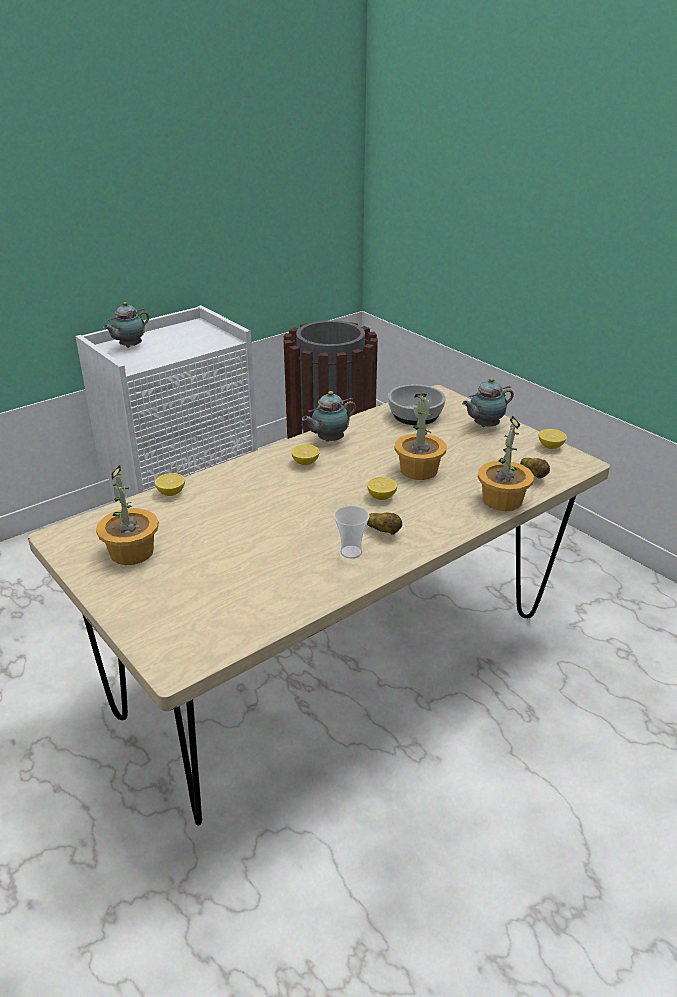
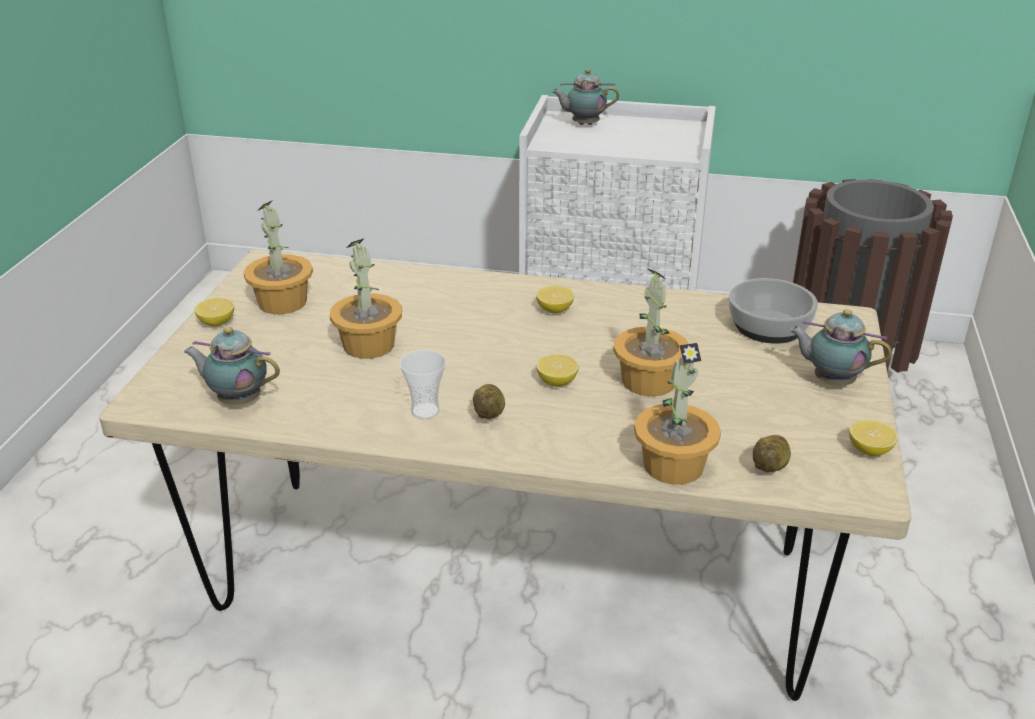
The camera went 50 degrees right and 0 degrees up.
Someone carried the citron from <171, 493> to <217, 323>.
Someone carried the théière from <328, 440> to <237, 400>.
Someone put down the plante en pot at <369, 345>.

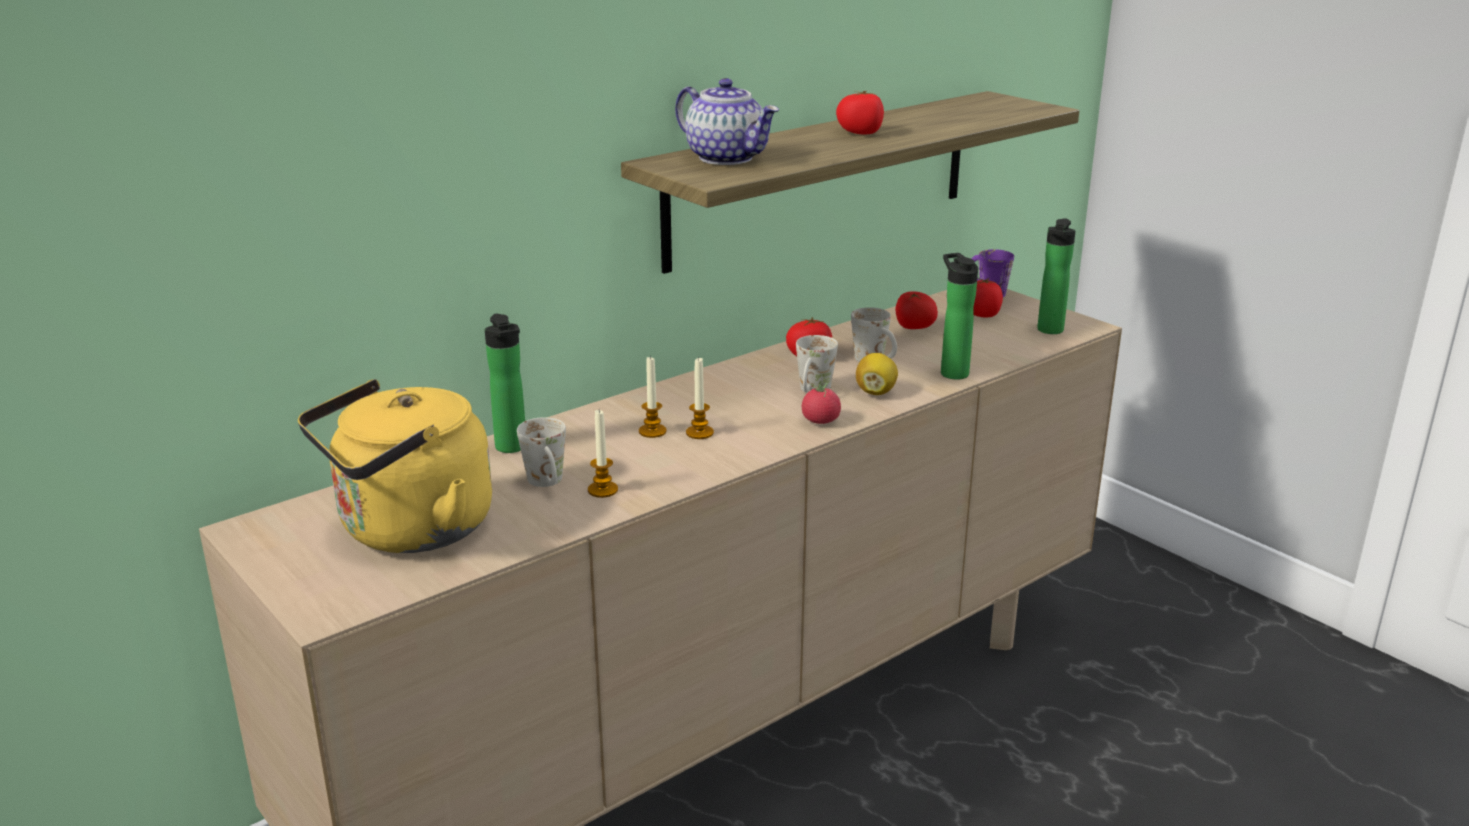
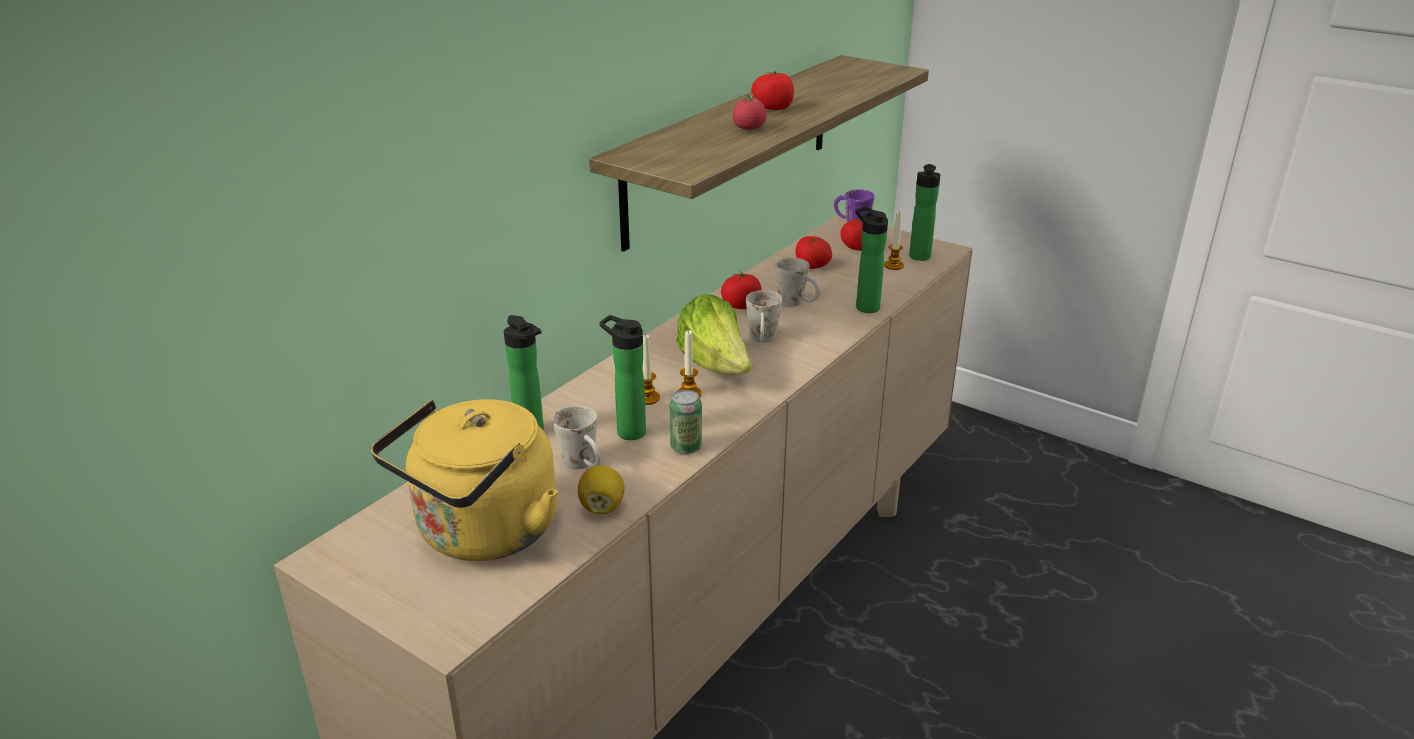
The camera went 15 degrees left and 5 degrees up.
Someone carried the bougie from <602, 490> to <893, 265>.
Someone took away the théière at <727, 158>.
Someone carried the tomate from <820, 421> to <749, 128>.
Someone carried the citron from <875, 392> to <602, 507>.
Someone put down the bouteille at <627, 431>.
Someone put down the boîte métallique at <686, 447>.
Someone put down the laitue at <716, 367>.

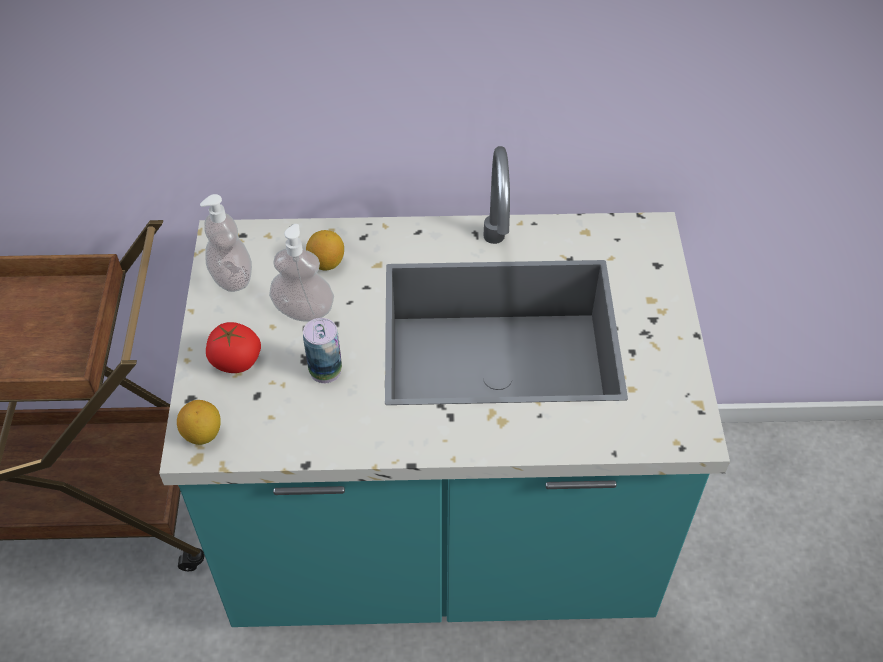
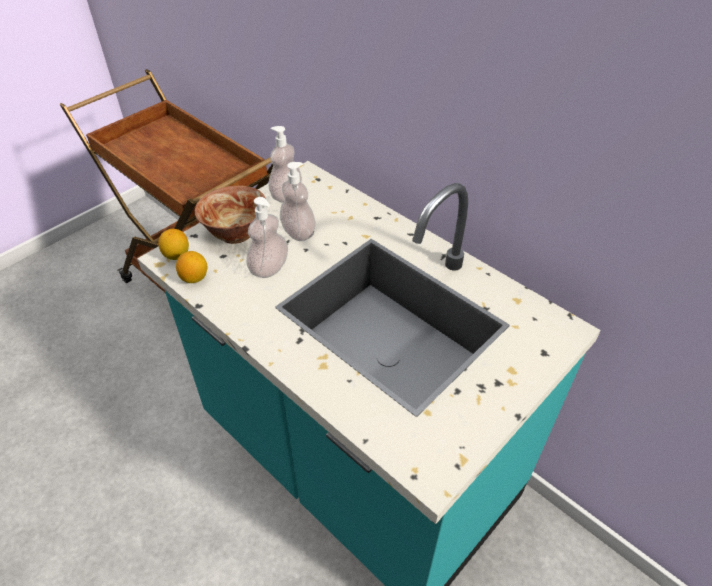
The camera went 45 degrees right and 5 degrees down.
Someone swapped the tomate at <236, 361> for the bol at <236, 233>.
Someone swapped the boîte métallique at <325, 370> for the distributeur de savon at <269, 268>.
Someone carried the citron from <326, 263> to <194, 278>.

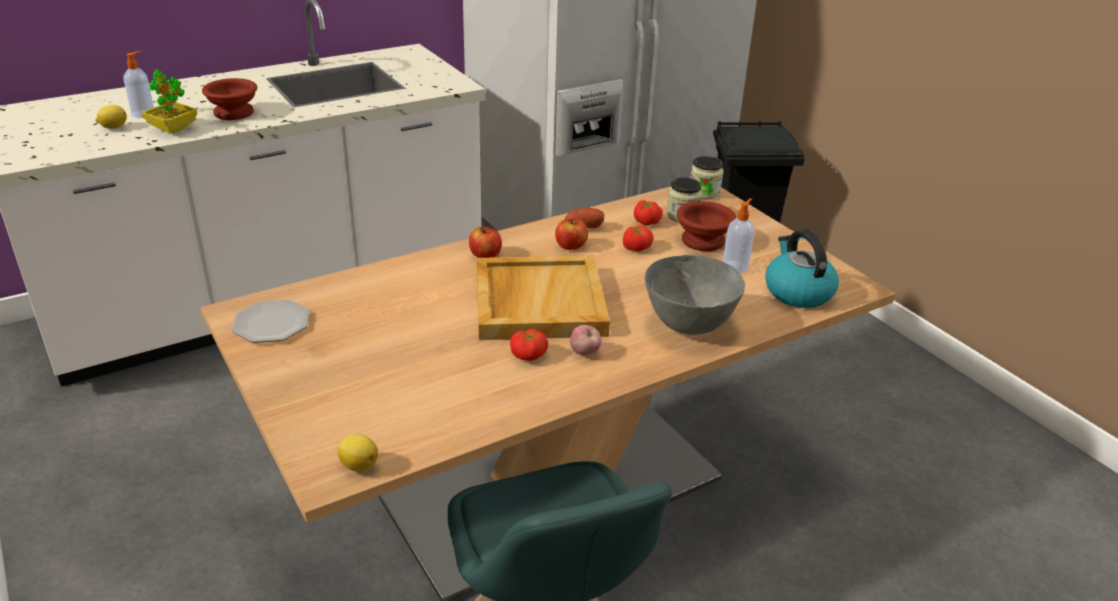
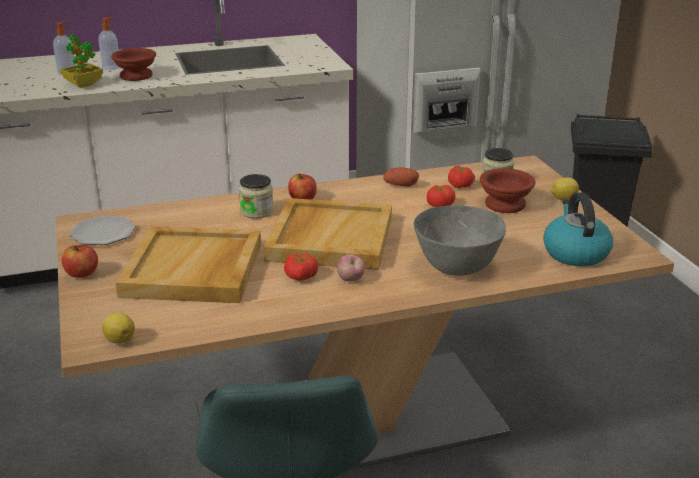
The camera went 15 degrees right and 5 degrees down.
Someone carried the citron from <113, 127> to <563, 199>.
Someone carried the pomme from <570, 246> to <82, 273>.
Someone carried the bocal from <704, 192> to <256, 211>.
Someone carried the distributeur de savon from <735, 266> to <112, 67>.
Someone put down the plateau [beige] at <194, 270>.

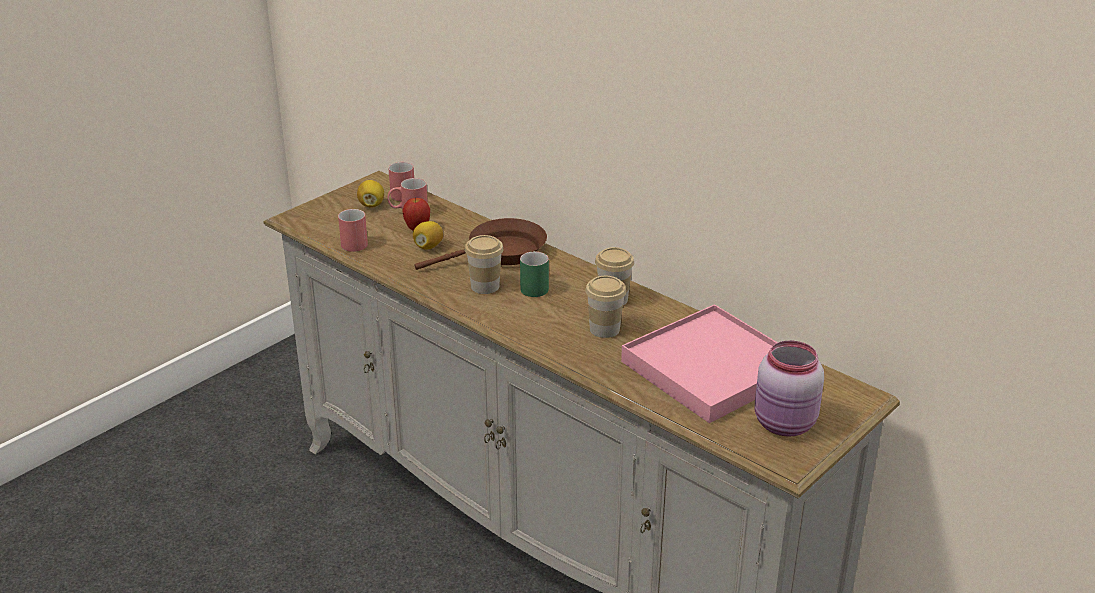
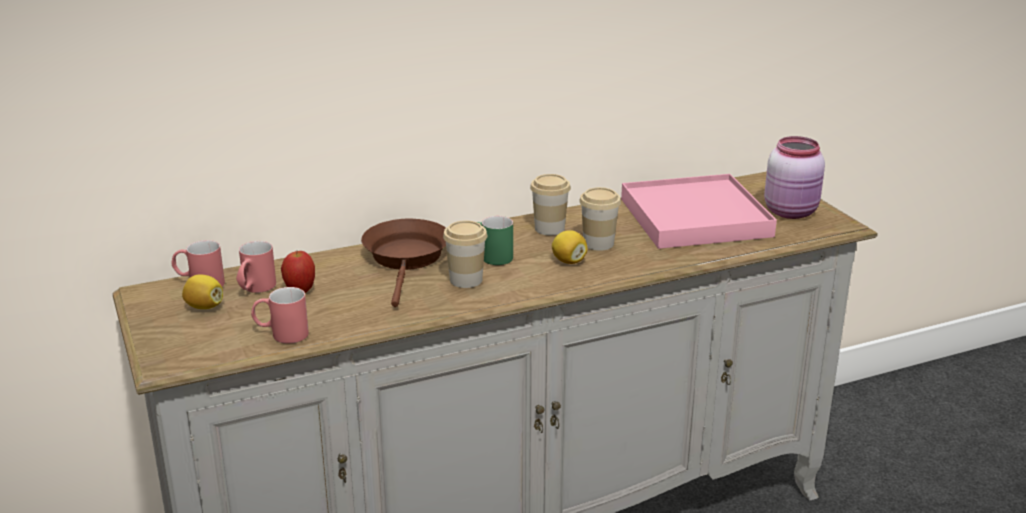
The camera went 65 degrees left and 5 degrees down.
Someone carried the citron from <428, 246> to <568, 261>.

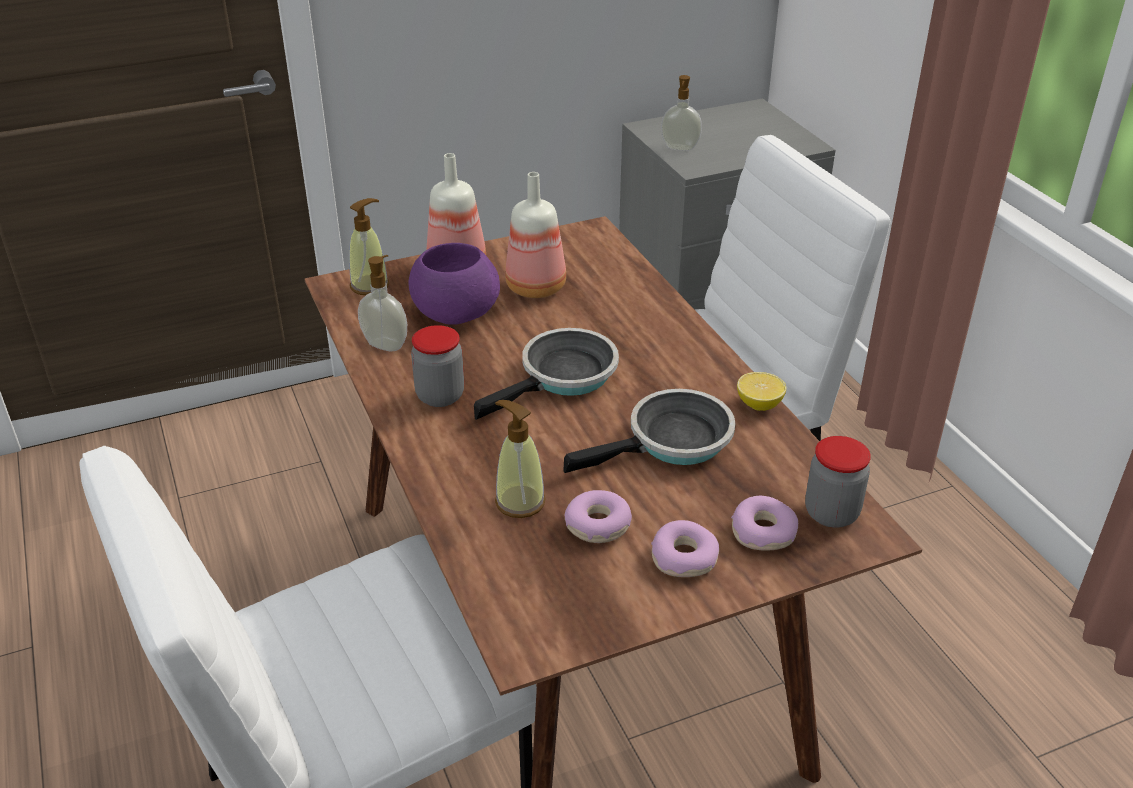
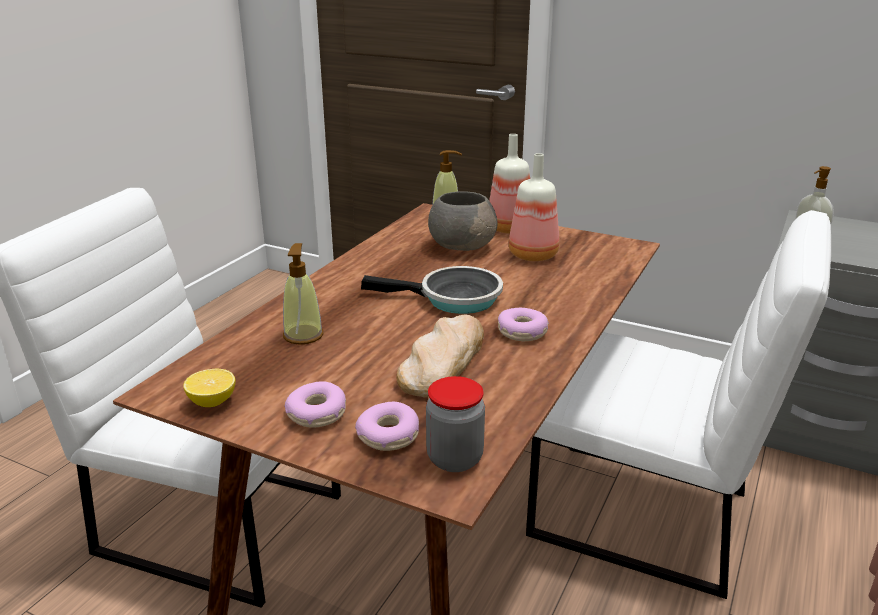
The camera went 50 degrees right and 10 degrees down.
Someone took away the distributeur de savon at <386, 344>.
Someone repainted the bol [violet] at <454, 313>, which became the bol [gris] at <461, 246>.
Someone took away the bocal at <440, 396>.
Someone swapped the poêle at <672, 442> for the pain at <443, 360>.
Someone carried the beignet from <598, 525> to <522, 332>.
Someone carried the citron from <759, 404> to <212, 401>.

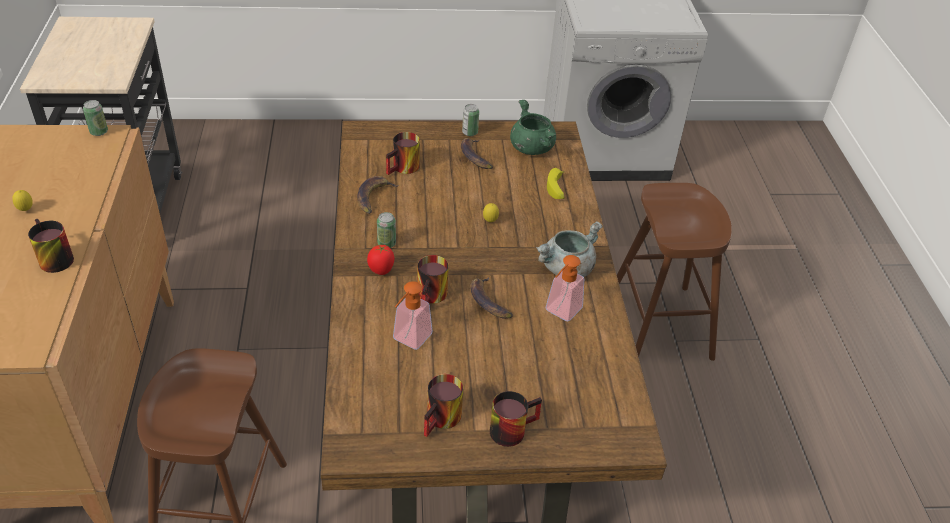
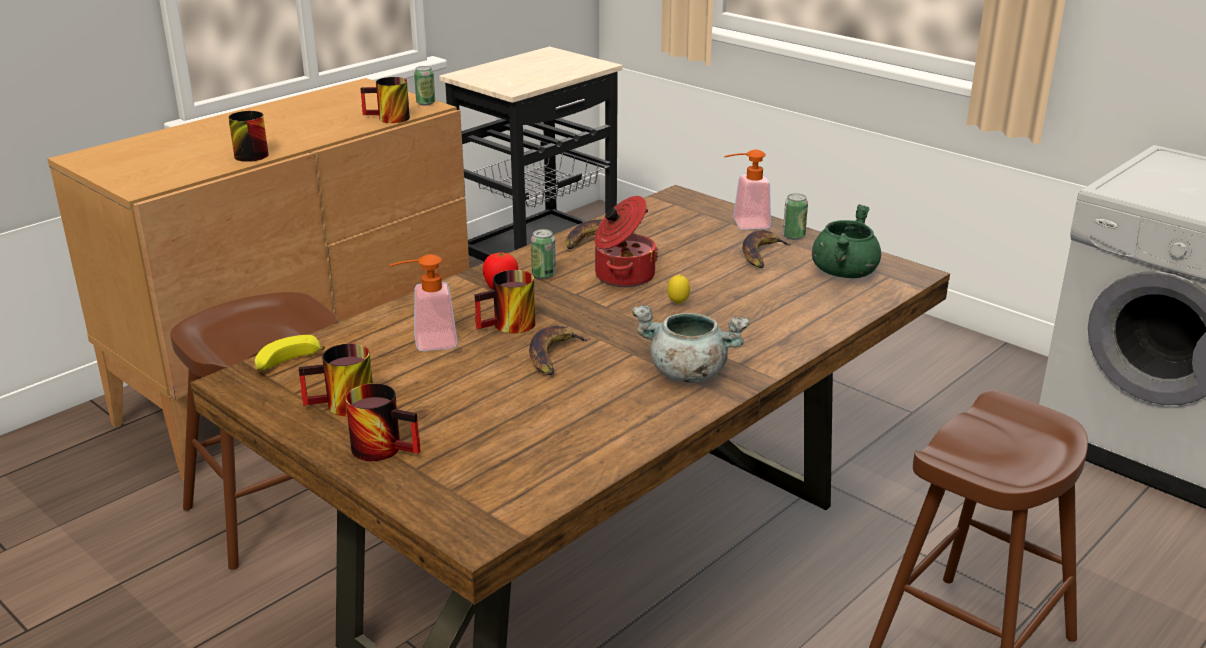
The camera went 50 degrees right and 15 degrees down.
Someone took away the citron at <26, 210>.
Someone carried the mug from <404, 169> to <388, 119>.
Someone carried the distributeur de savon from <560, 312> to <744, 224>.
Someone carried the banane from <557, 189> to <287, 363>.
Someone put down the marmite at <623, 276>.

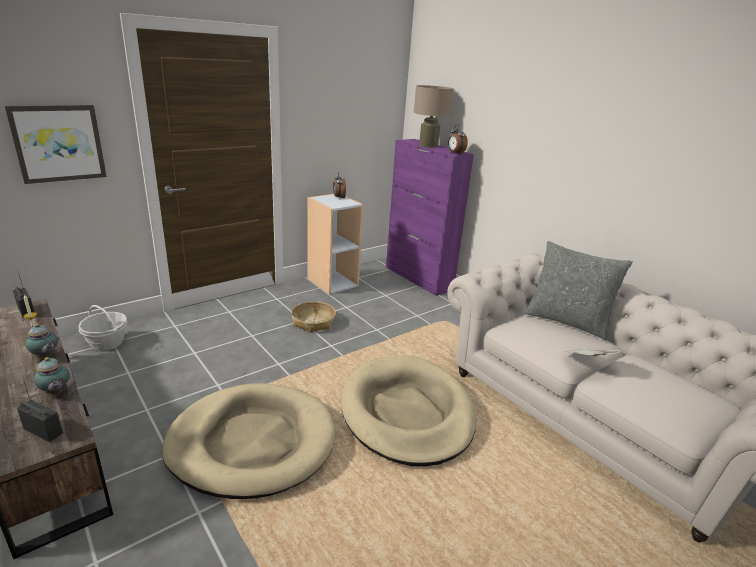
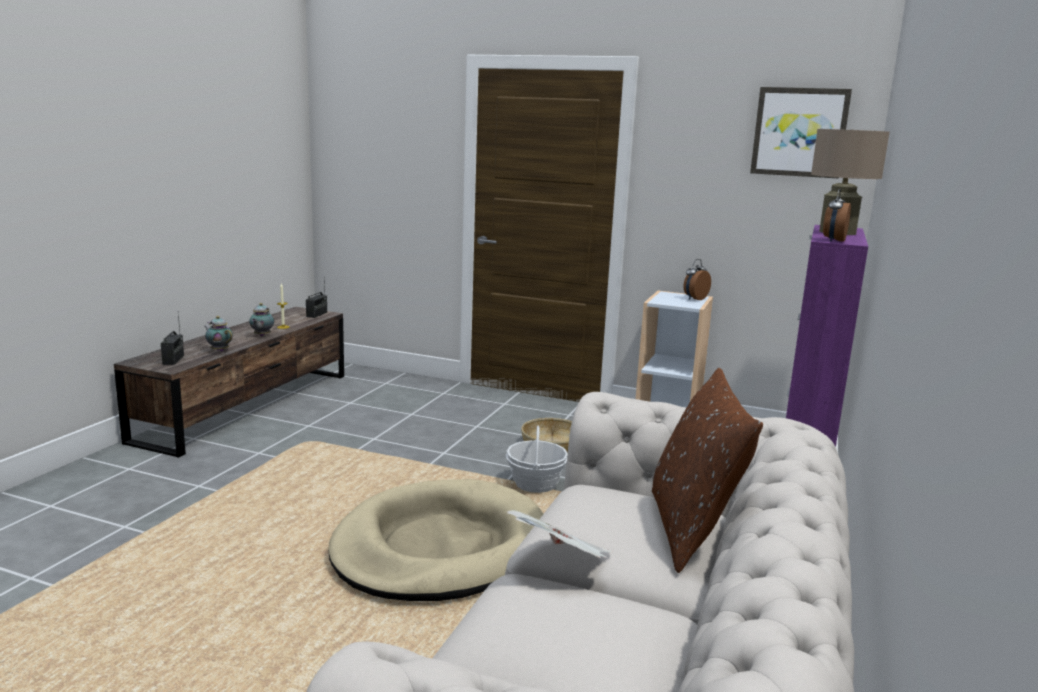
The camera went 60 degrees right and 10 degrees down.
Someone carried the tableau from <58, 143> to <799, 132>.
Someone rotated the théière at <56, 393> by 105 degrees clockwise.
Someone carried the panier from <107, 343> to <535, 484>.
Someone took away the panier pour chien [beige] at <252, 443>.
Someone repainted the coussin [gris] at <567, 321>, which became the coussin [marron] at <692, 530>.

